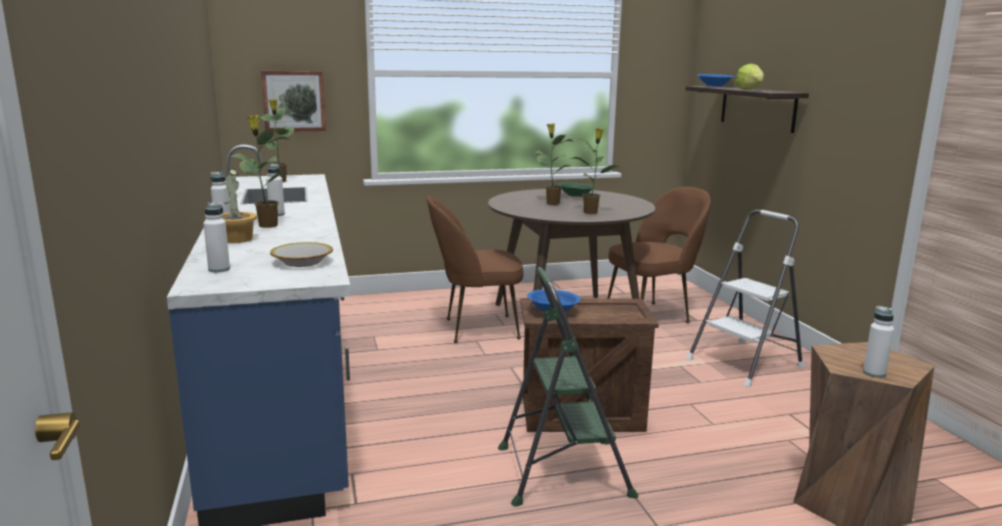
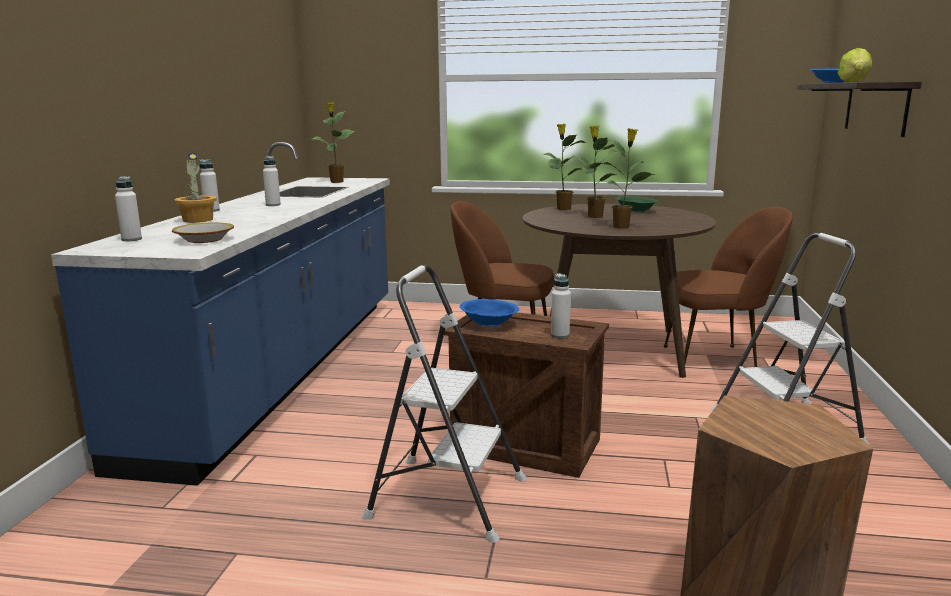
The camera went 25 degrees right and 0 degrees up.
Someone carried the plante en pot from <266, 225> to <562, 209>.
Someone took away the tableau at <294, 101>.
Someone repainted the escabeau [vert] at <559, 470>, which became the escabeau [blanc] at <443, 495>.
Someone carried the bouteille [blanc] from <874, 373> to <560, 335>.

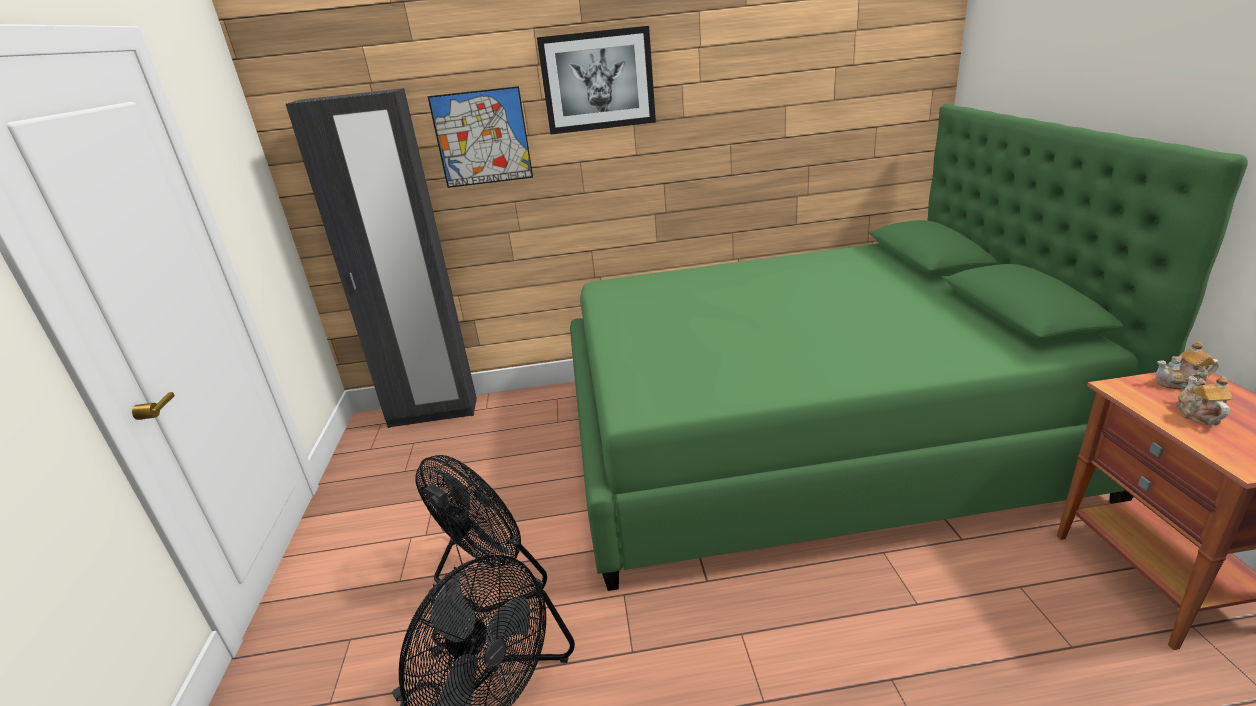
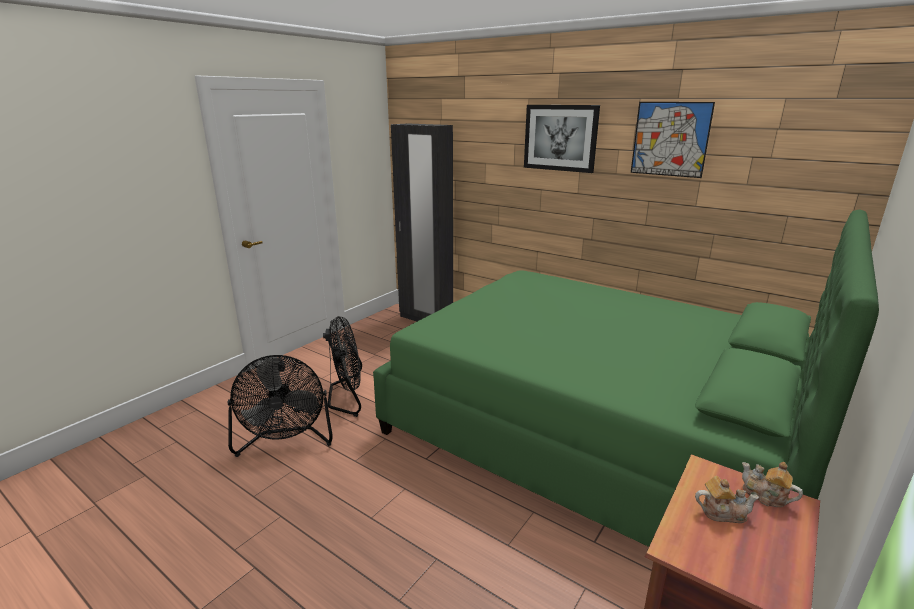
The camera went 40 degrees right and 5 degrees down.
Someone carried the tableau from <482, 138> to <670, 139>.
Someone rotated the théière at <1197, 414> by 45 degrees clockwise.

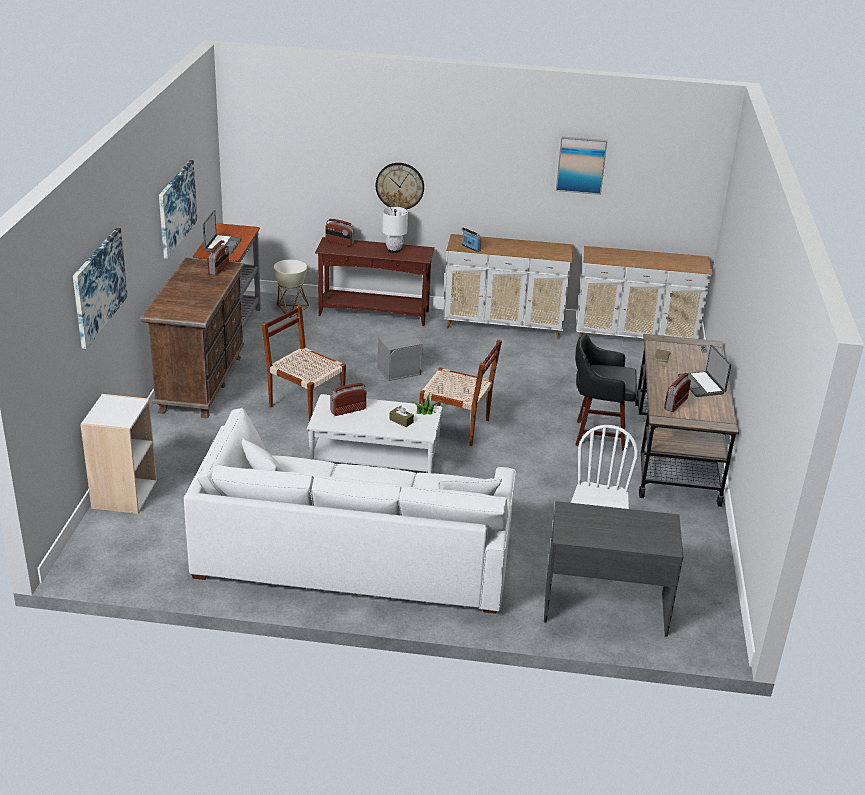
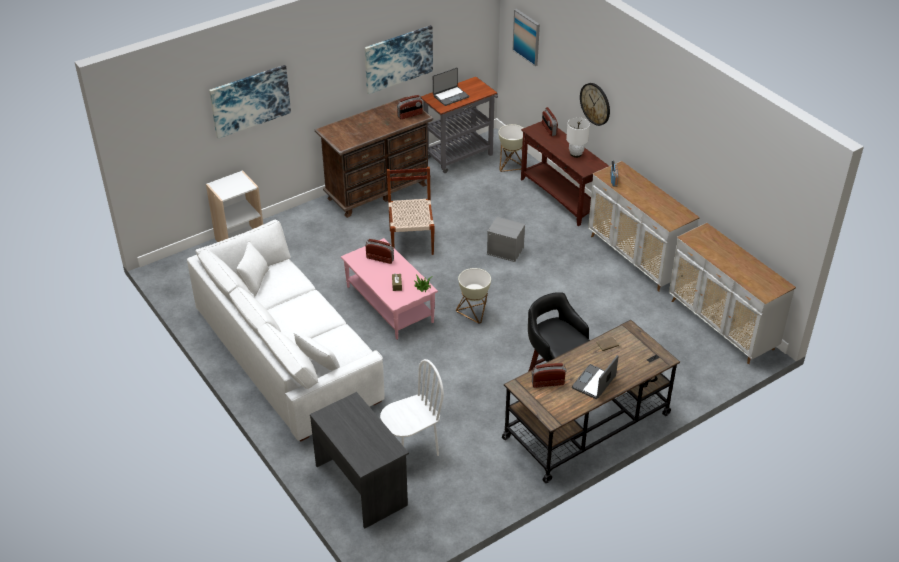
The camera went 50 degrees right and 10 degrees up.
Someone repainted the table basse [blanc] at <374, 461>, which became the table basse [rose] at <389, 304>.
Someone swapped the chaise at <456, 427> for the cache-pot at <473, 313>.
Someone carried the tableau from <581, 165> to <527, 37>.

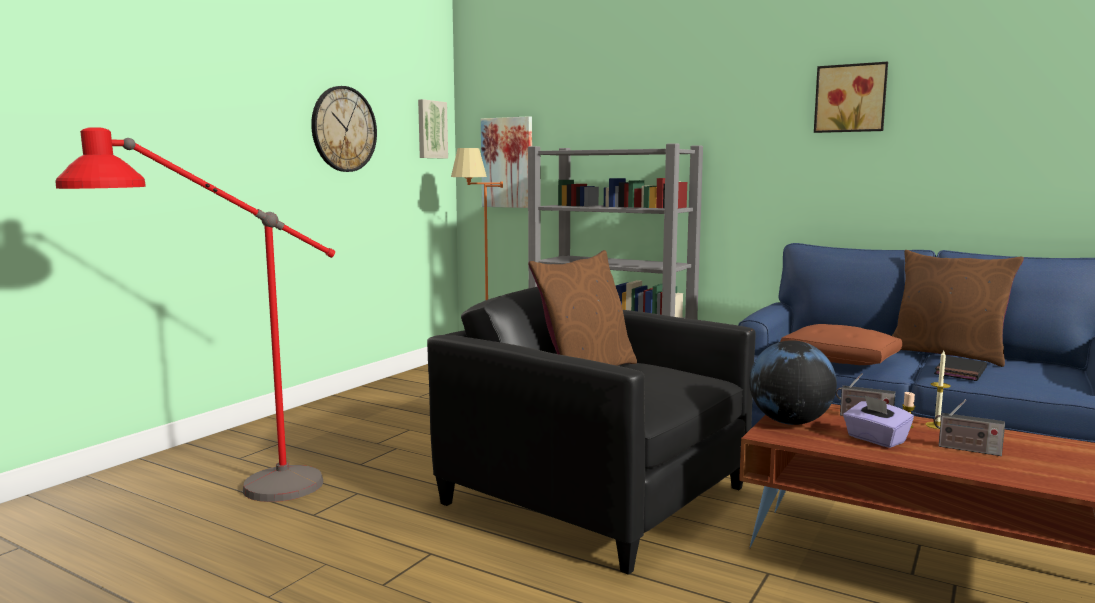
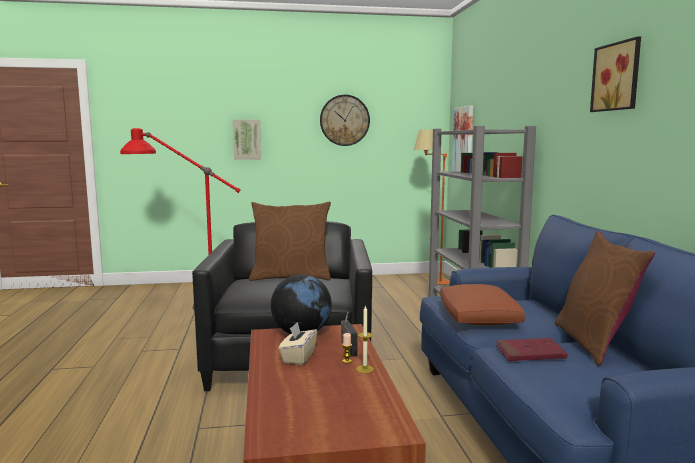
The camera went 50 degrees right and 0 degrees up.
Someone carried the tableau from <431, 129> to <247, 139>.
Someone repainted the boîte à mouchoirs [violet] at <875, 439>, which became the boîte à mouchoirs [beige] at <298, 357>.
Someone repainted the livre [noir] at <960, 372>, which became the livre [rouge] at <530, 353>.
Someone took away the radio at <966, 449>.

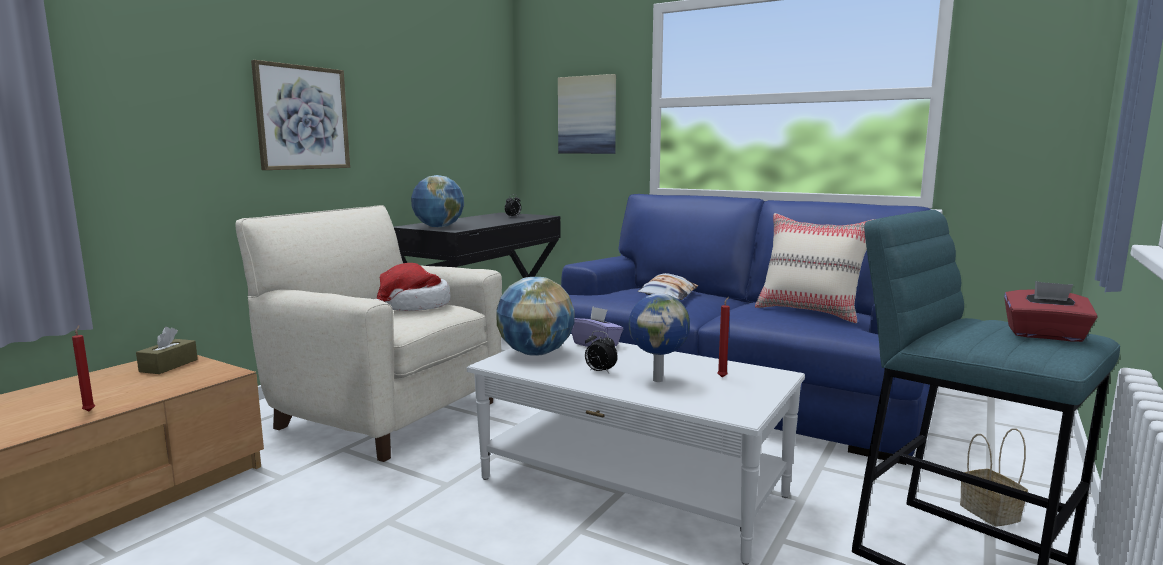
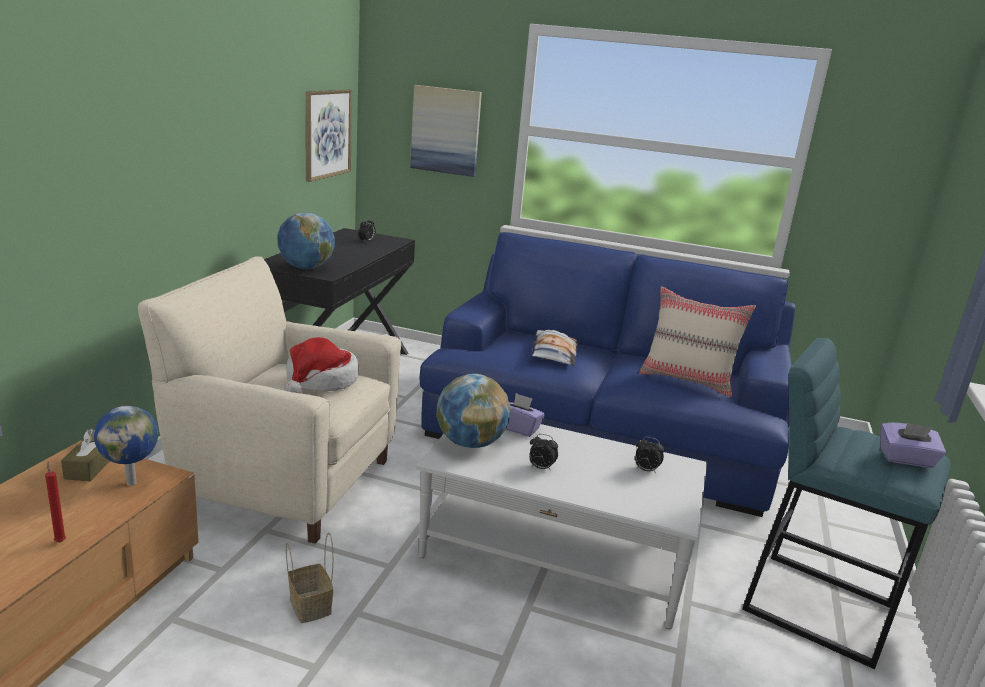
The camera went 15 degrees left and 10 degrees up.
Someone carried the tableau from <302, 118> to <327, 134>.
Someone carried the globe from <658, 380> to <132, 482>.
Someone swapped the bougie [rouge] at <723, 377> for the réveil at <645, 470>.
Someone carried the panier from <987, 512> to <309, 605>.
Someone repainted the boîte à mouchoirs [rouge] at <1044, 335>, which became the boîte à mouchoirs [violet] at <906, 459>.

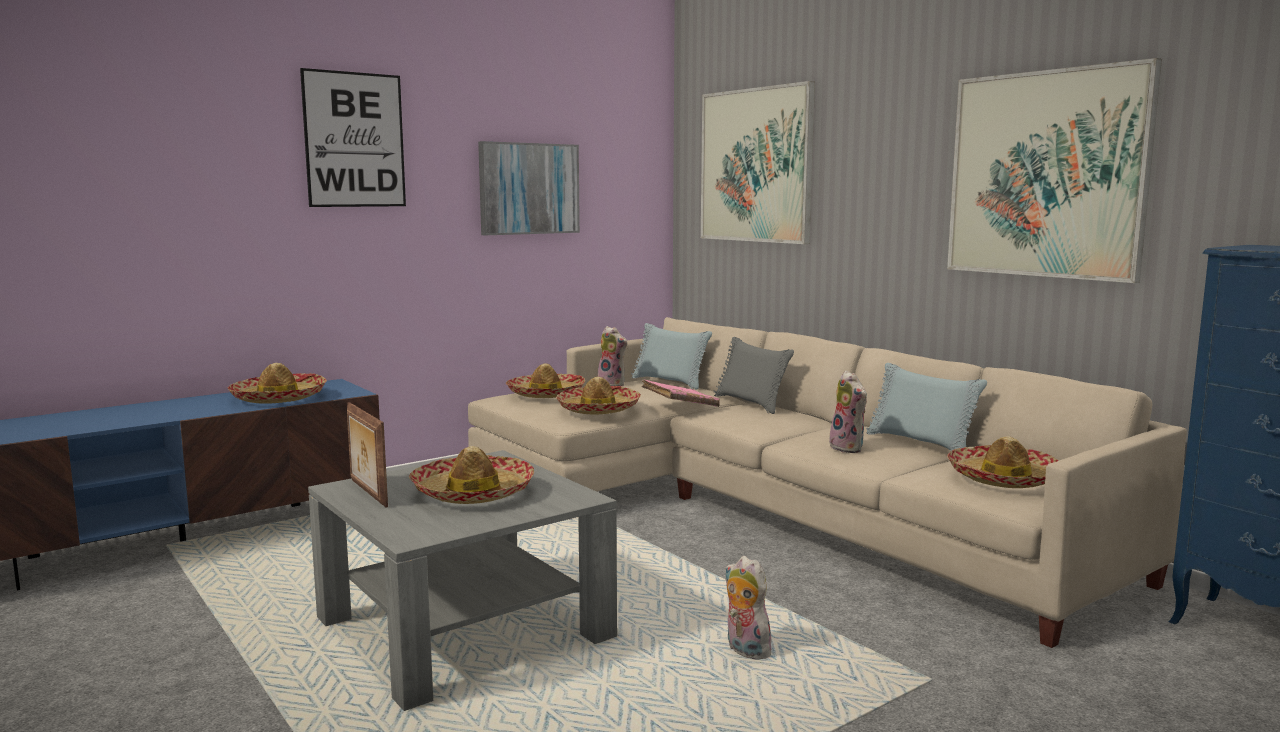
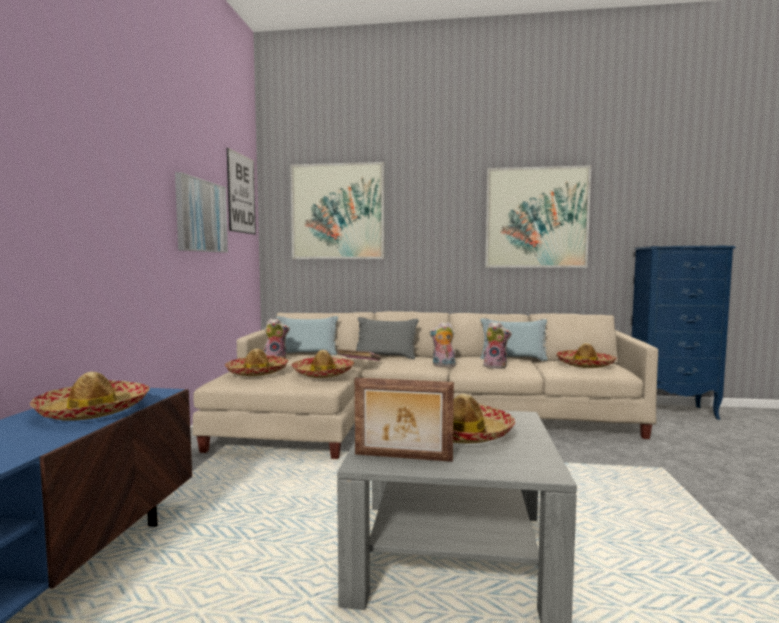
The camera went 45 degrees left and 5 degrees down.
Someone carried the tableau from <354, 140> to <241, 194>.
Someone carried the peluche from <744, 650> to <443, 366>.

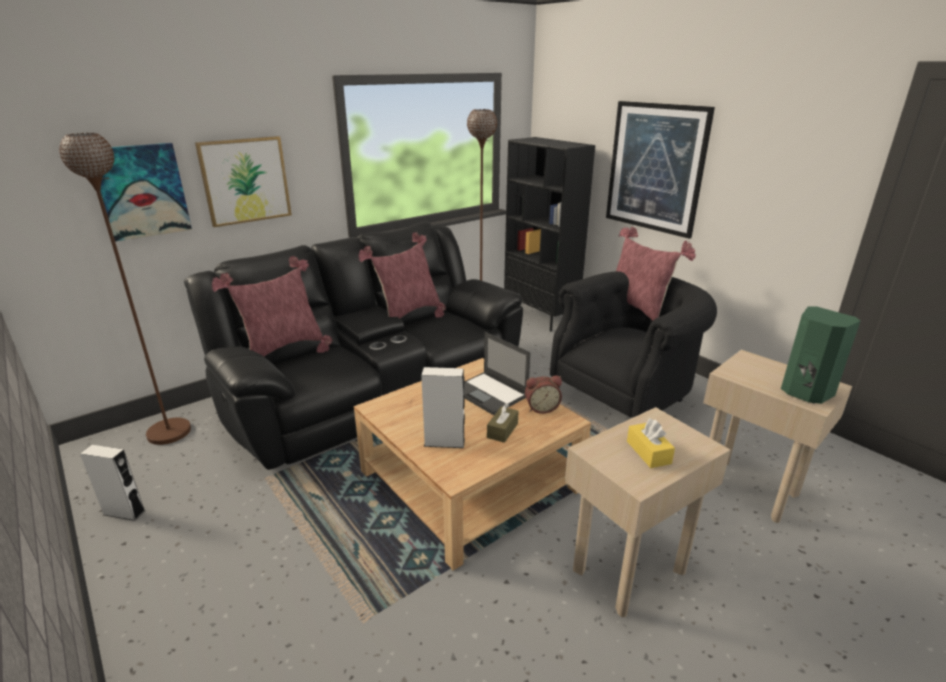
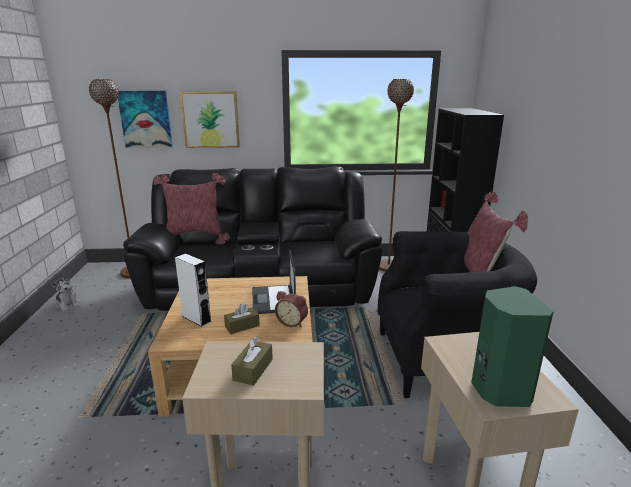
The camera went 35 degrees right and 5 degrees down.
Someone swapped the enceinte [blanc] at <124, 512> for the peluche at <68, 304>.
Someone took away the coussin [rouge] at <406, 323>.
Someone took away the tableau at <655, 168>.
Someone repainted the boîte à mouchoirs [jaune] at <648, 452>, which became the boîte à mouchoirs [marron] at <253, 369>.

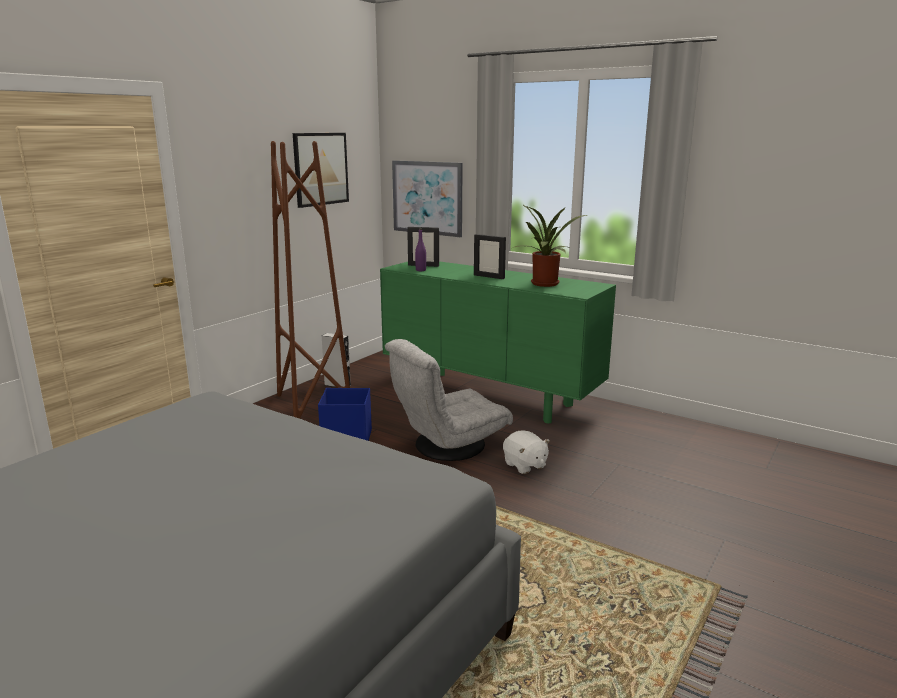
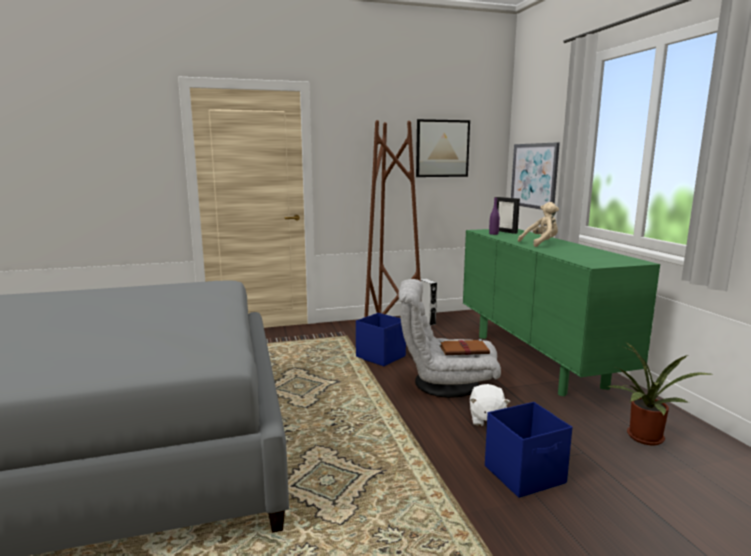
The camera went 40 degrees right and 5 degrees down.
Someone swapped the cadre photo at <489, 276> for the peluche [beige] at <540, 243>.
Someone carried the plante en pot from <545, 284> to <644, 439>.
Someone put down the livre [marron] at <464, 350>.
Someone put down the boîte de rangement [bleu] at <525, 475>.

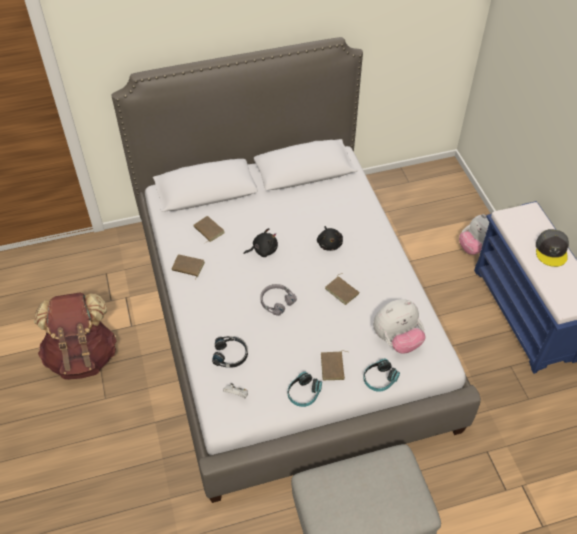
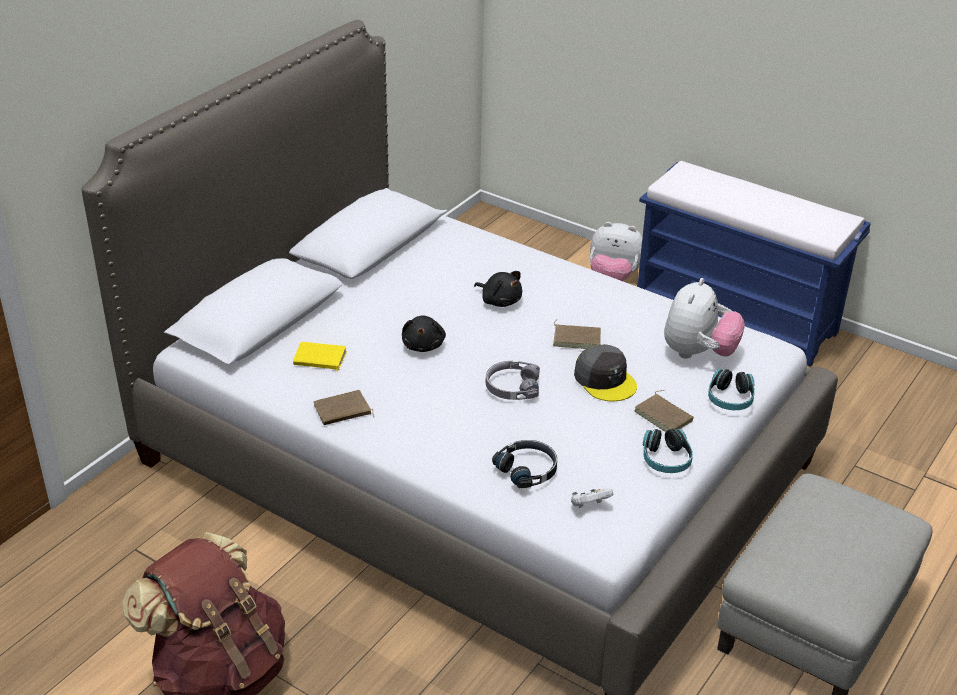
The camera went 40 degrees left and 15 degrees down.
Someone repainted the livre [marron] at <208, 230>, which became the livre [jaune] at <319, 359>.
Someone rotated the peluche [noir] at <263, 250> by 150 degrees clockwise.
Someone carried the casquette [gris] from <551, 250> to <605, 380>.

